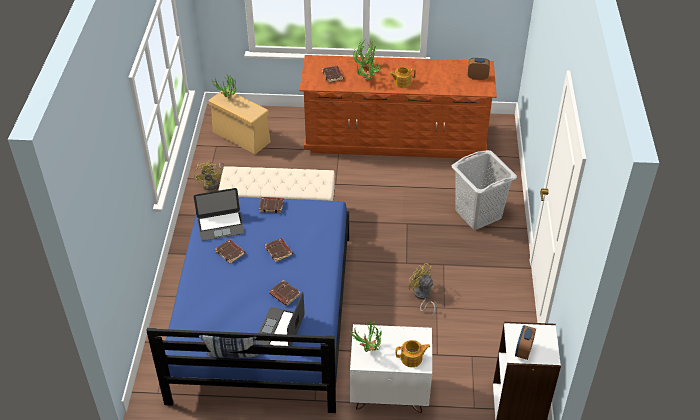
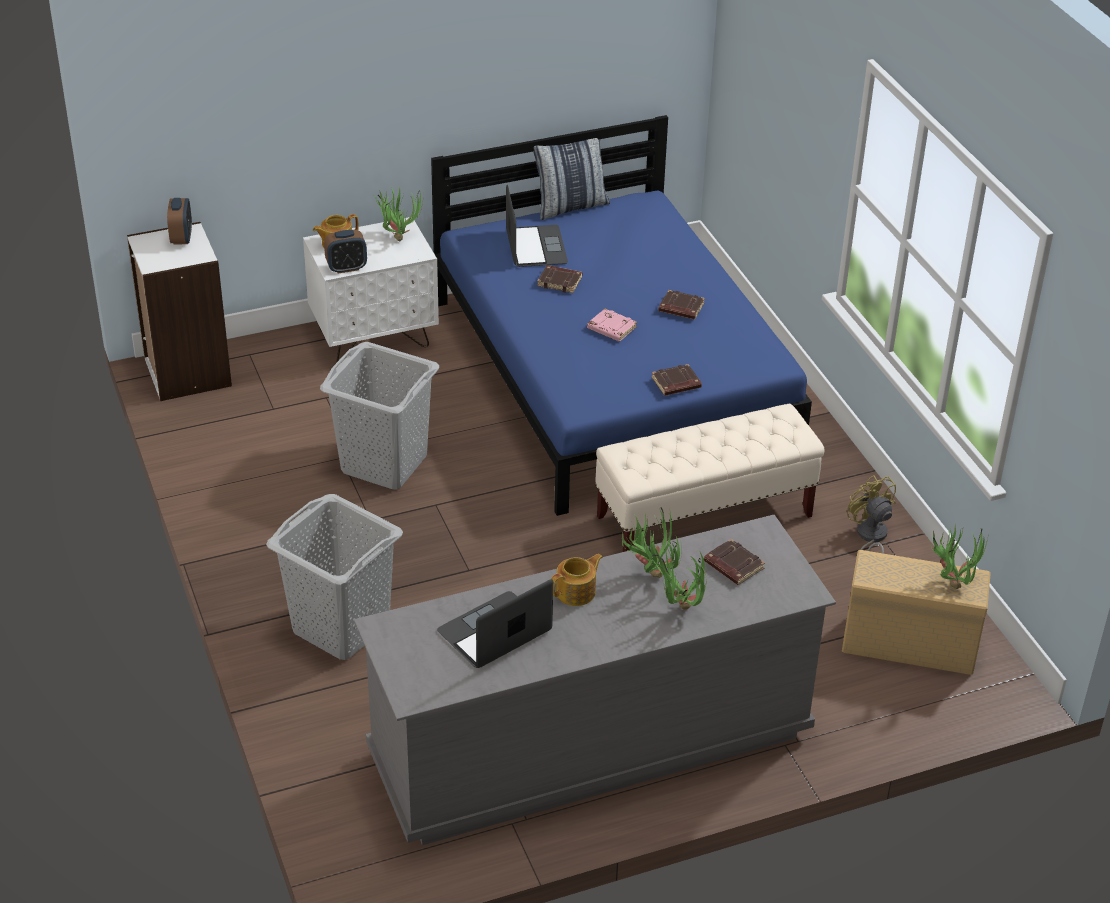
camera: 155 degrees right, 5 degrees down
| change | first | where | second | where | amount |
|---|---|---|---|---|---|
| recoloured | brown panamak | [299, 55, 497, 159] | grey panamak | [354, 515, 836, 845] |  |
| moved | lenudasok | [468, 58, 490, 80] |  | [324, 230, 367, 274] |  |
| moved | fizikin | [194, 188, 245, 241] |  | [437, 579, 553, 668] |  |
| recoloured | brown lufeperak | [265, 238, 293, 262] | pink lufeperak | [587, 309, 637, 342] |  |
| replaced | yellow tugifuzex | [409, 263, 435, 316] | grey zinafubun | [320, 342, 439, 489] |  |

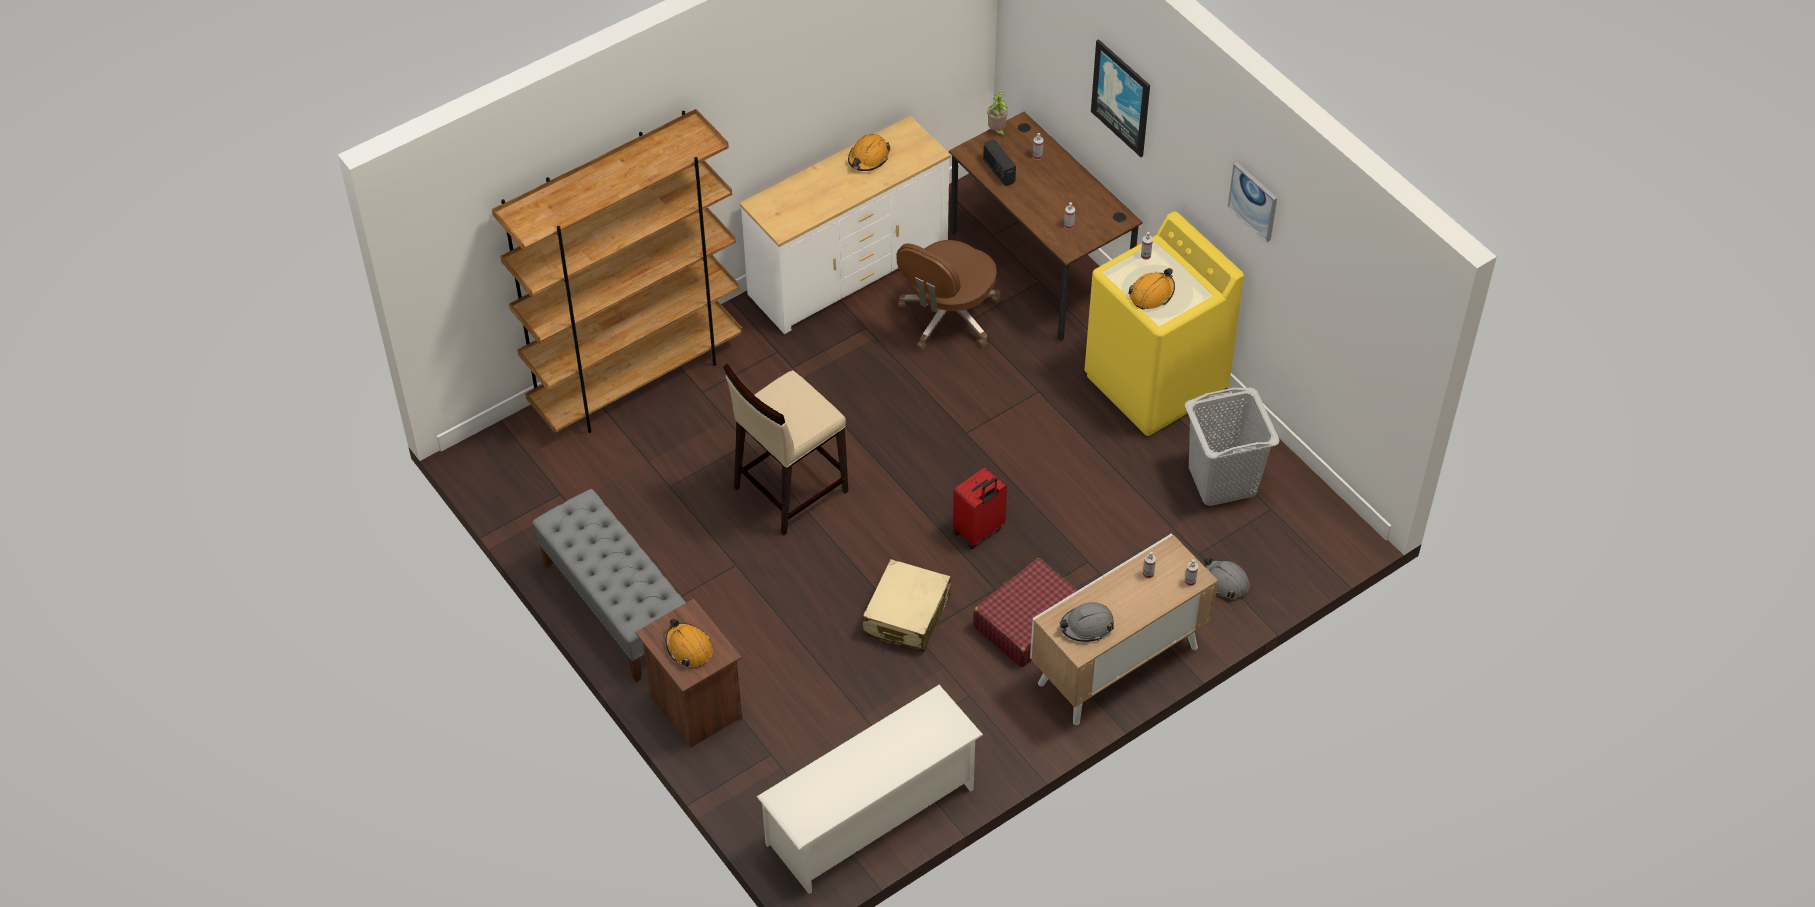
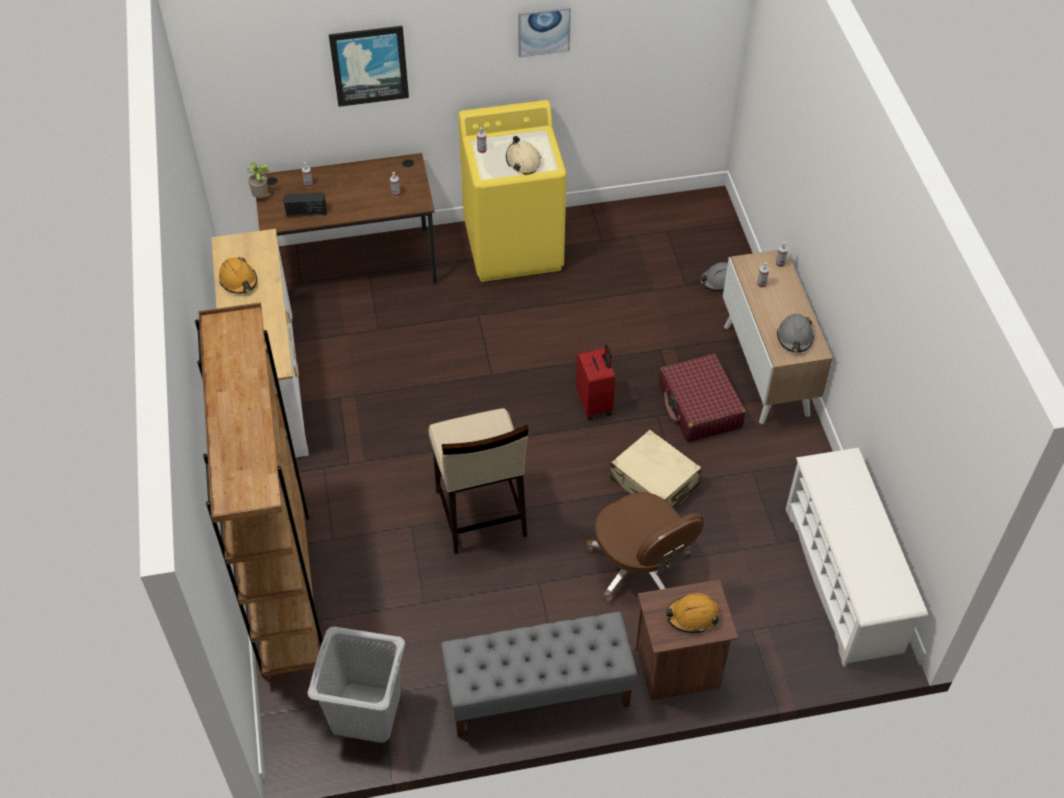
camera: 65 degrees left, 0 degrees up
| change | first | where | second | where | amount |
|---|---|---|---|---|---|
| moved | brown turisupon | [897, 240, 1001, 350] |  | [586, 492, 704, 604] |  |
| recoloured | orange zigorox | [1128, 268, 1175, 309] | beige zigorox | [506, 136, 541, 175] |  |
| moved | grey zinafubun | [1185, 388, 1279, 506] |  | [307, 626, 405, 743] |  |

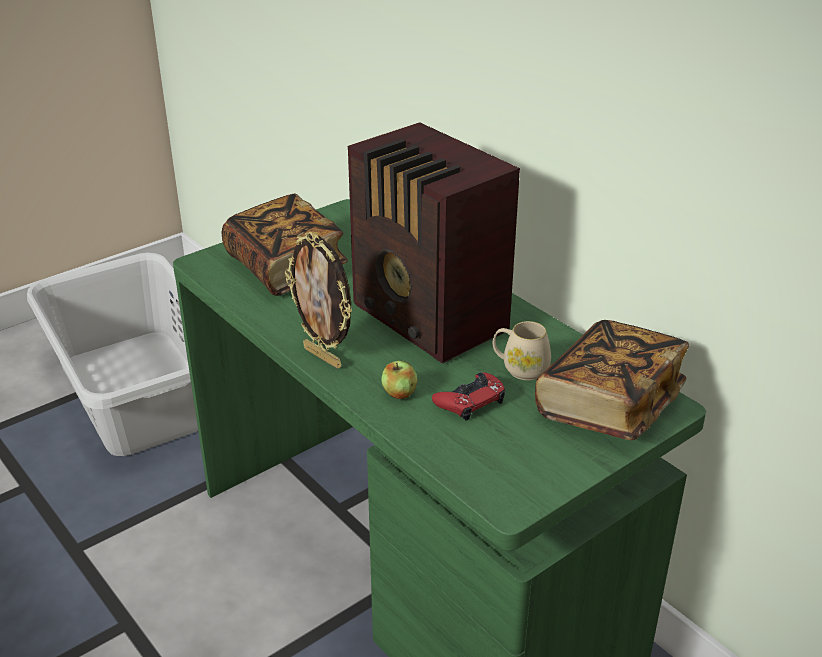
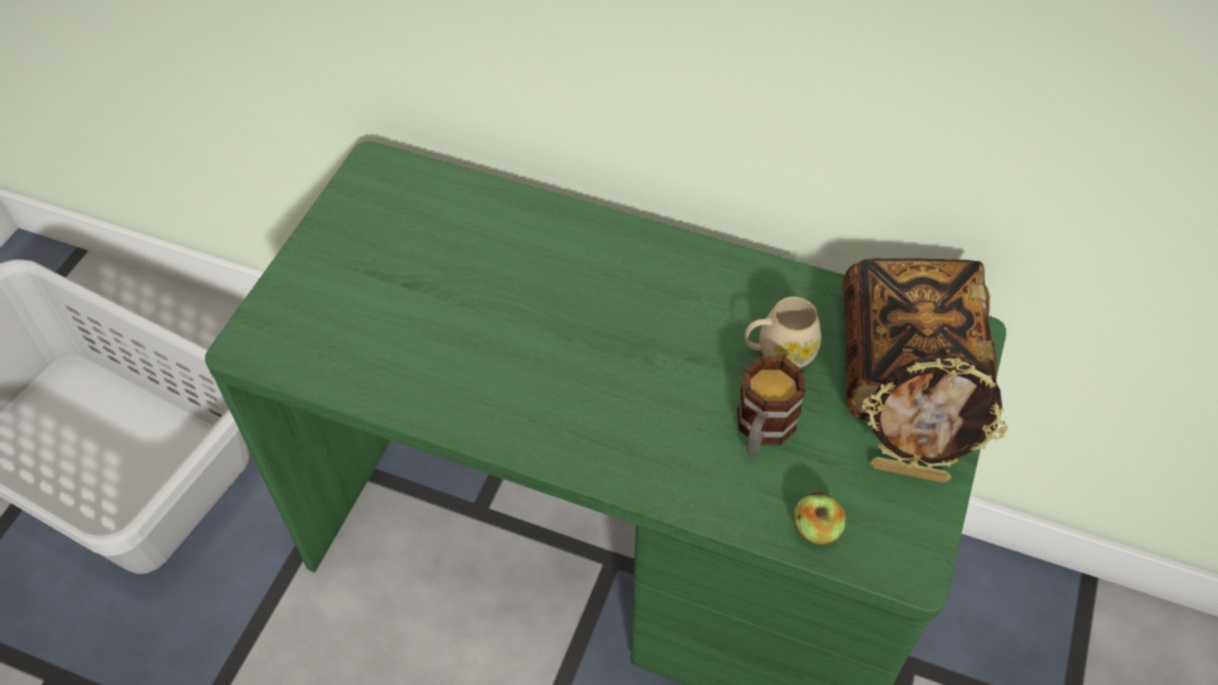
camera: 30 degrees left, 20 degrees up
| change | first | where | second | where | amount |
|---|---|---|---|---|---|
| removed | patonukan | [348, 122, 520, 364] |  |  |  |
| removed | lufeperak | [222, 193, 348, 296] |  |  |  |
| moved | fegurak | [285, 232, 352, 369] |  | [862, 355, 1008, 483] |  |
| moved | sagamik | [381, 361, 417, 399] |  | [794, 492, 846, 545] |  |
| replaced | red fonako | [432, 372, 505, 421] | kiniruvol | [737, 356, 806, 456] |  |

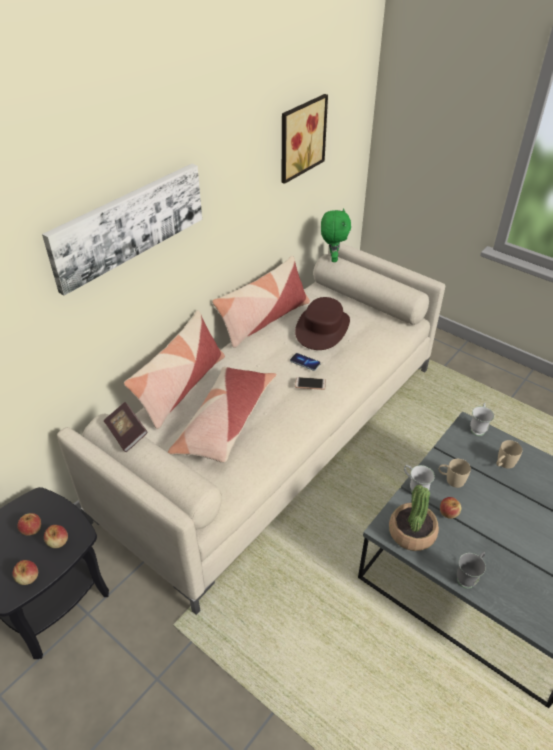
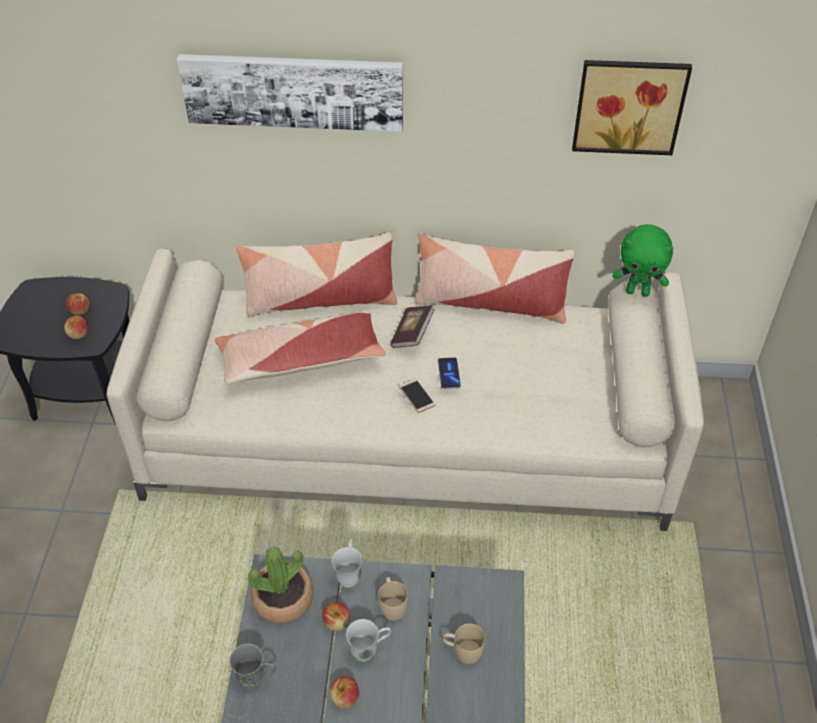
camera: 55 degrees right, 5 degrees up
| change | first | where | second | where | amount |
|---|---|---|---|---|---|
| turned | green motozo | [321, 208, 351, 262] |  | [613, 224, 673, 297] | 45 degrees clockwise |
| removed | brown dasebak | [295, 297, 350, 350] |  |  |  |
| moved | lufeperak | [104, 402, 148, 452] |  | [390, 305, 435, 348] |  |
| moved | white kiniruvol | [470, 403, 494, 436] |  | [346, 619, 391, 662] |  |
| moved | sagamik | [12, 560, 38, 585] |  | [330, 676, 359, 709] |  |

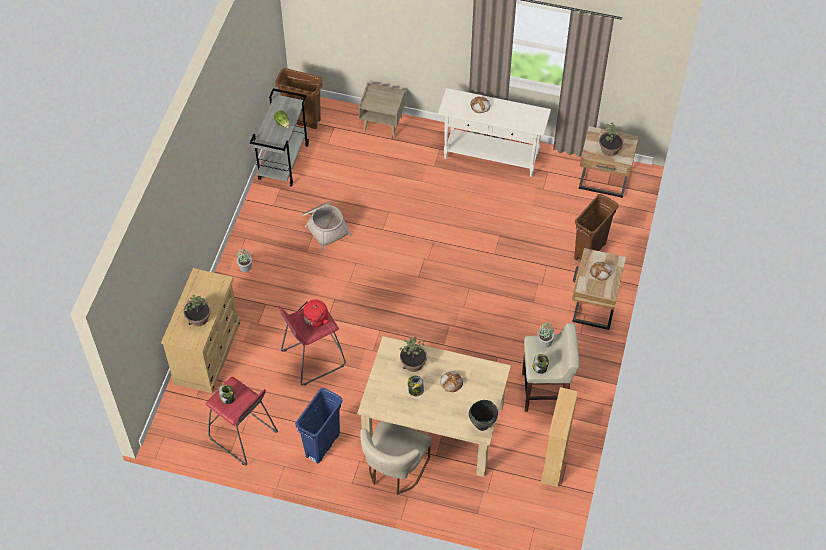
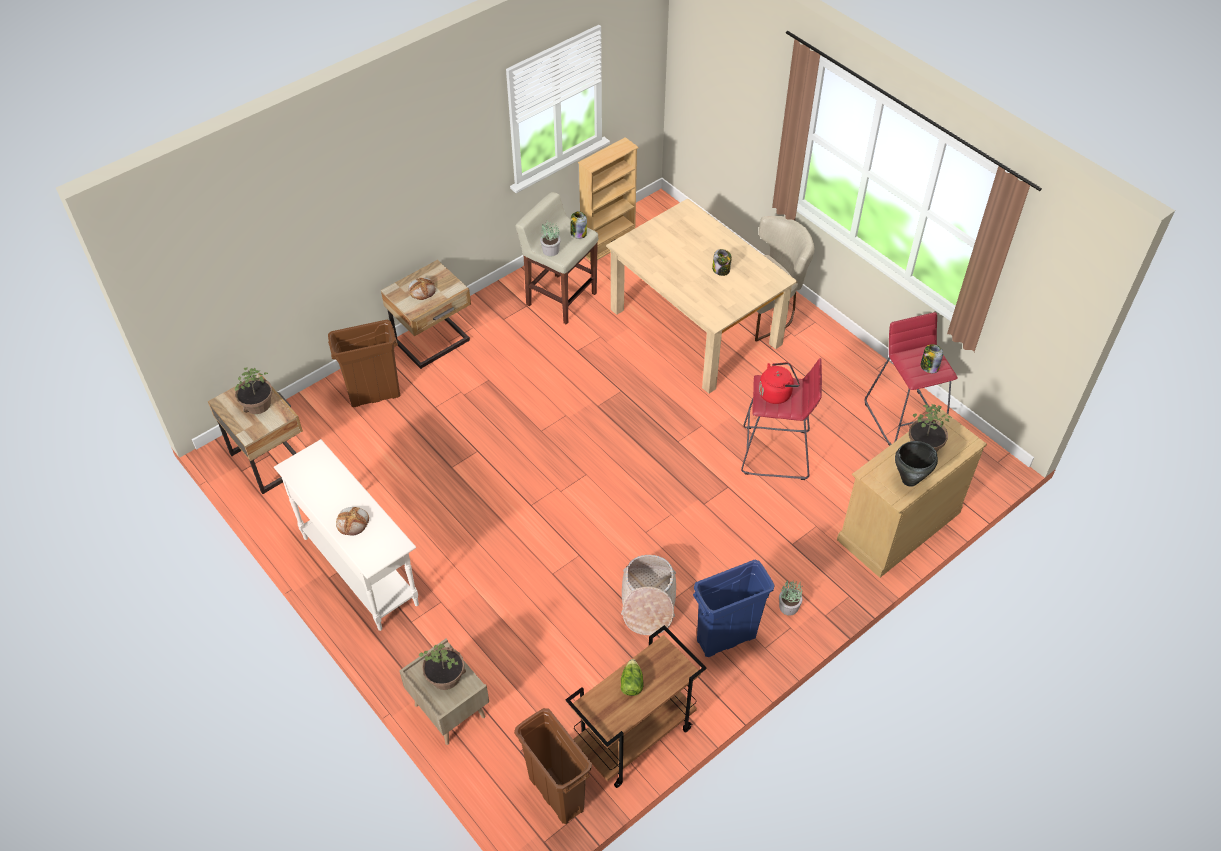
camera: 145 degrees left, 5 degrees down
| change | first | where | second | where | amount |
|---|---|---|---|---|---|
| recoloured | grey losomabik | [250, 88, 309, 187] | brown losomabik | [566, 625, 706, 788] |  |
| moved | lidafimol | [399, 337, 427, 372] |  | [419, 644, 466, 690] |  |
| removed | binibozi | [440, 371, 463, 392] |  |  |  |
| moved | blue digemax | [295, 388, 343, 463] |  | [693, 559, 775, 657] |  |
| moved | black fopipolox | [469, 400, 498, 431] |  | [895, 441, 938, 487] |  |

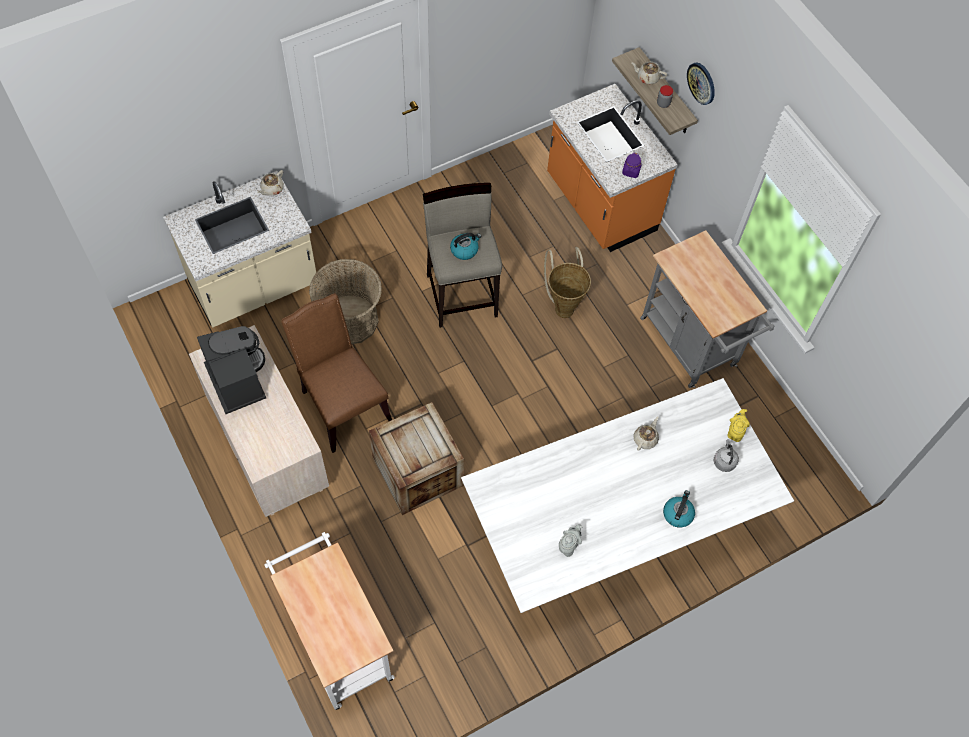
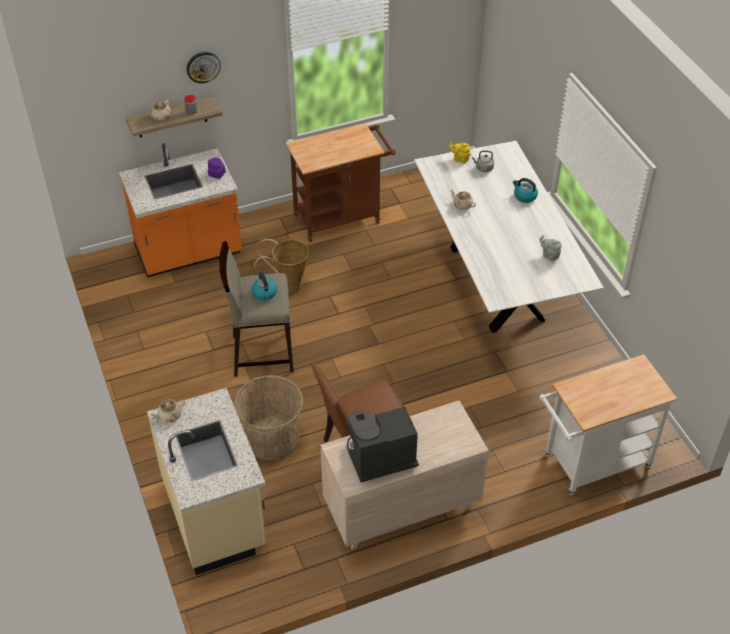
camera: 80 degrees left, 15 degrees down
| change | first | where | second | where | amount |
|---|---|---|---|---|---|
| turned | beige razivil | [258, 170, 284, 196] |  | [150, 400, 185, 422] | 105 degrees clockwise |
| recoloured | grey losomabik | [640, 230, 774, 388] | brown losomabik | [286, 123, 395, 242] |  |
| removed | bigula | [369, 402, 464, 515] |  |  |  |

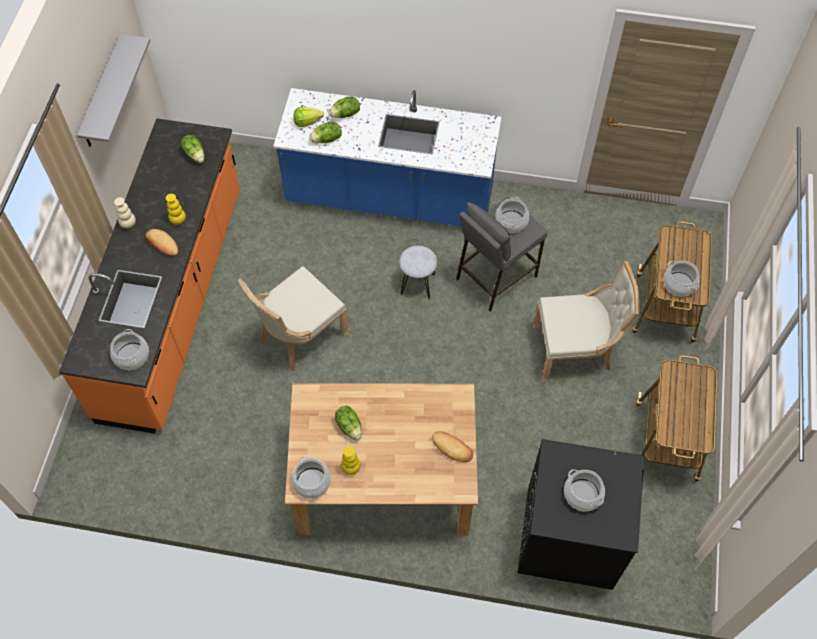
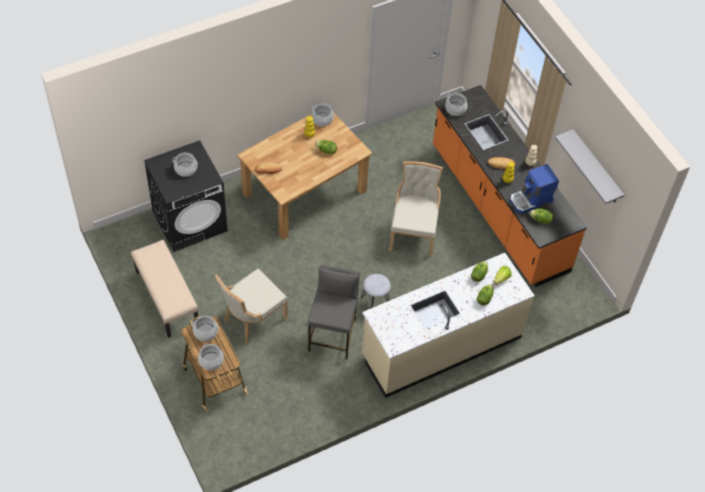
camera: 140 degrees right, 5 degrees down
| change | first | where | second | where | amount |
|---|---|---|---|---|---|
| recoloured | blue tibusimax | [273, 88, 502, 226] | beige tibusimax | [362, 253, 535, 398] |  |
| moved | fopipolox | [495, 197, 529, 233] |  | [198, 343, 224, 370] |  |
| replaced | losomabik | [636, 355, 717, 481] | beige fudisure | [131, 240, 199, 338] |  |
| added |  |  | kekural | [510, 164, 559, 214] |  |

